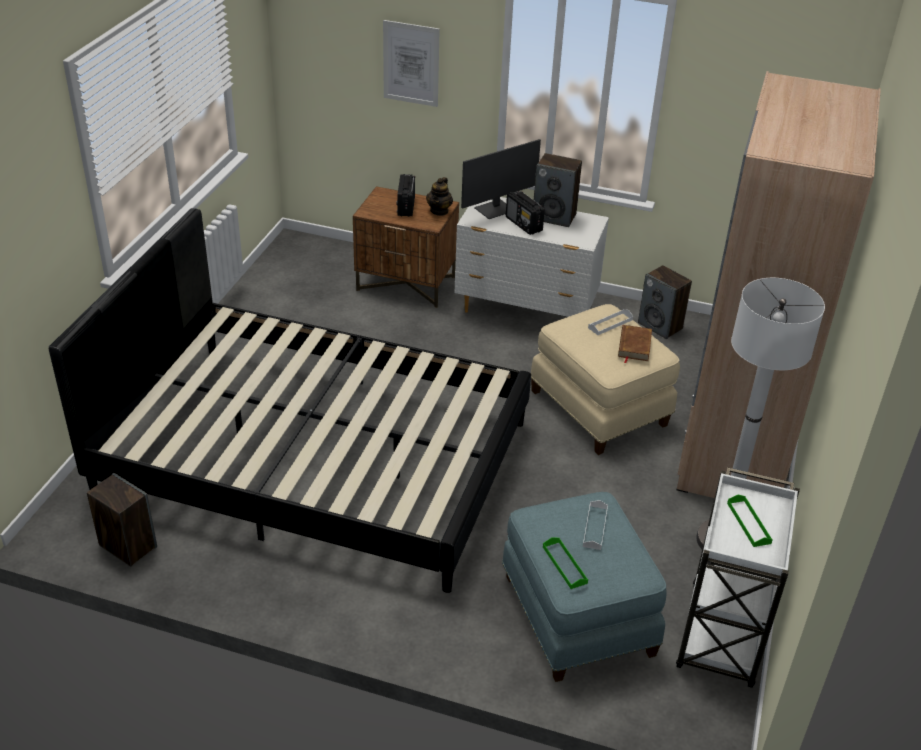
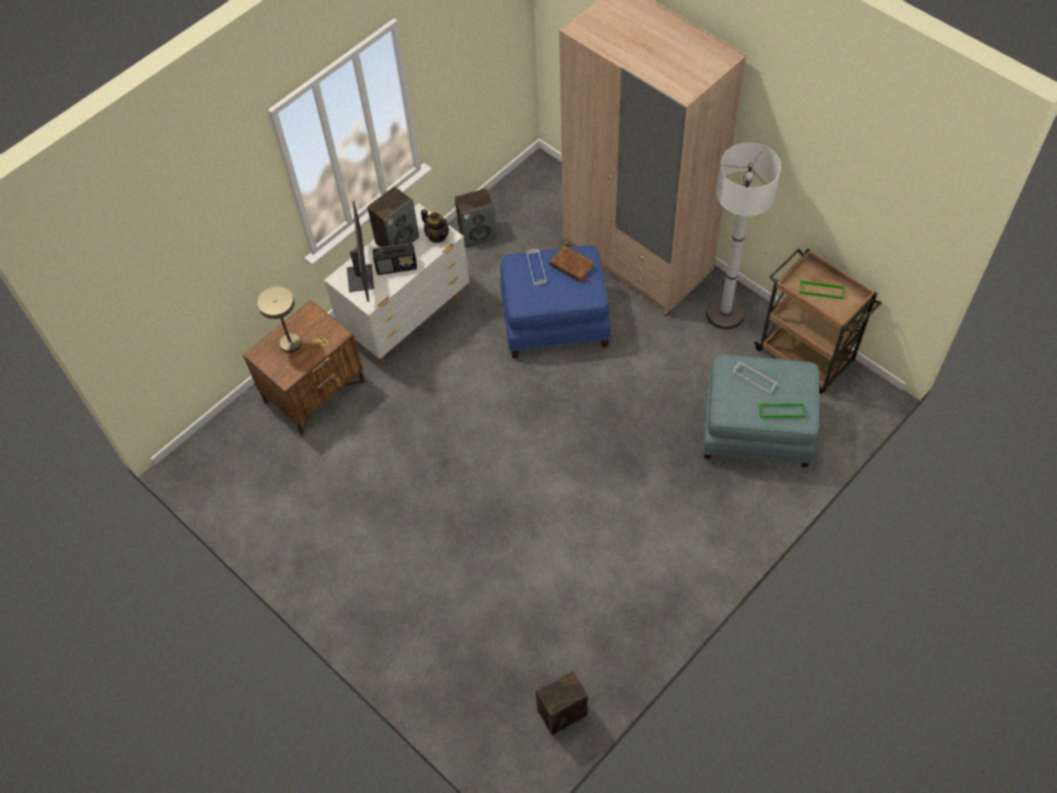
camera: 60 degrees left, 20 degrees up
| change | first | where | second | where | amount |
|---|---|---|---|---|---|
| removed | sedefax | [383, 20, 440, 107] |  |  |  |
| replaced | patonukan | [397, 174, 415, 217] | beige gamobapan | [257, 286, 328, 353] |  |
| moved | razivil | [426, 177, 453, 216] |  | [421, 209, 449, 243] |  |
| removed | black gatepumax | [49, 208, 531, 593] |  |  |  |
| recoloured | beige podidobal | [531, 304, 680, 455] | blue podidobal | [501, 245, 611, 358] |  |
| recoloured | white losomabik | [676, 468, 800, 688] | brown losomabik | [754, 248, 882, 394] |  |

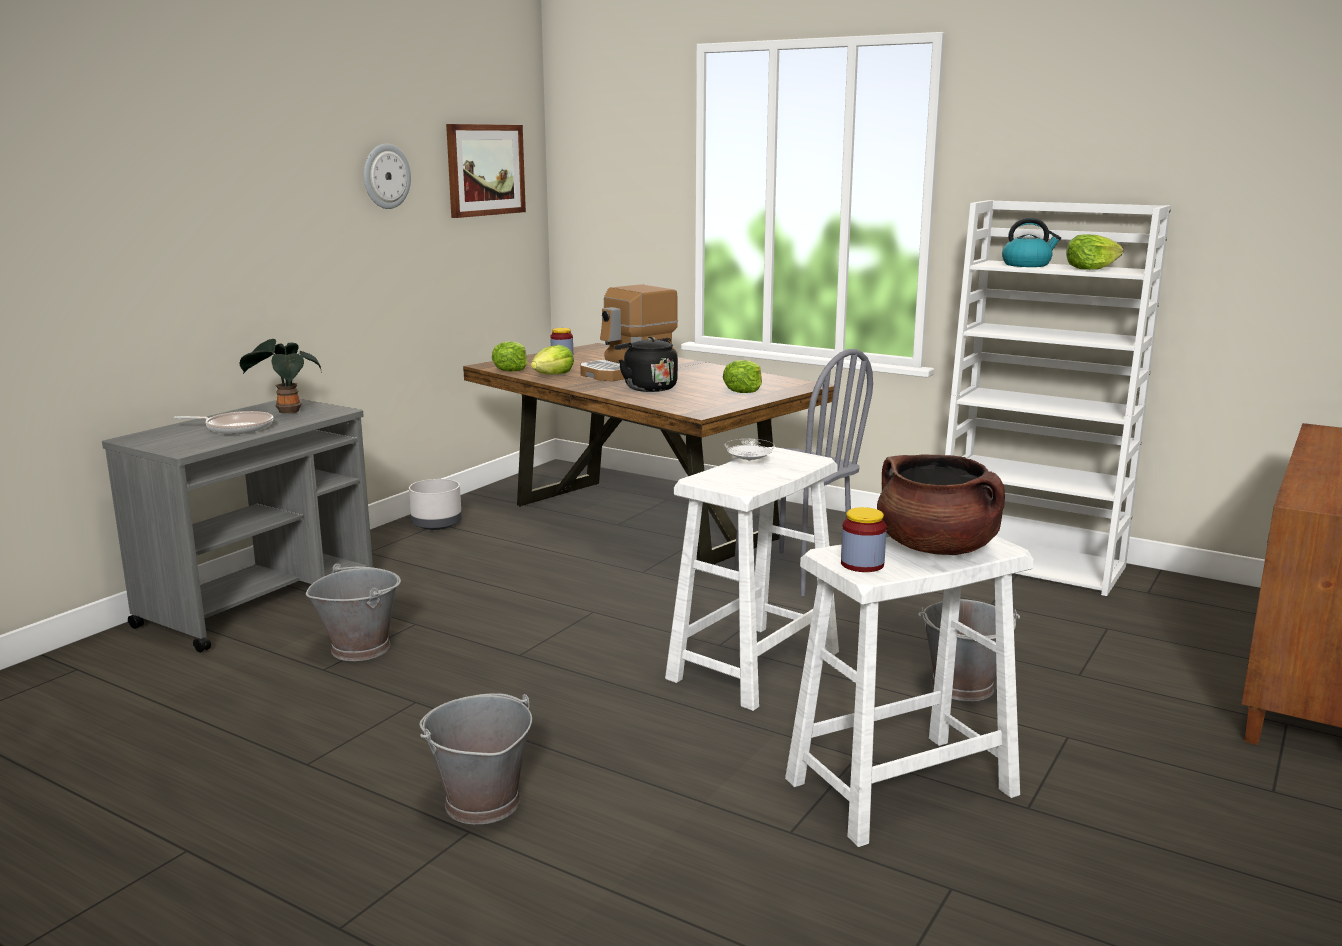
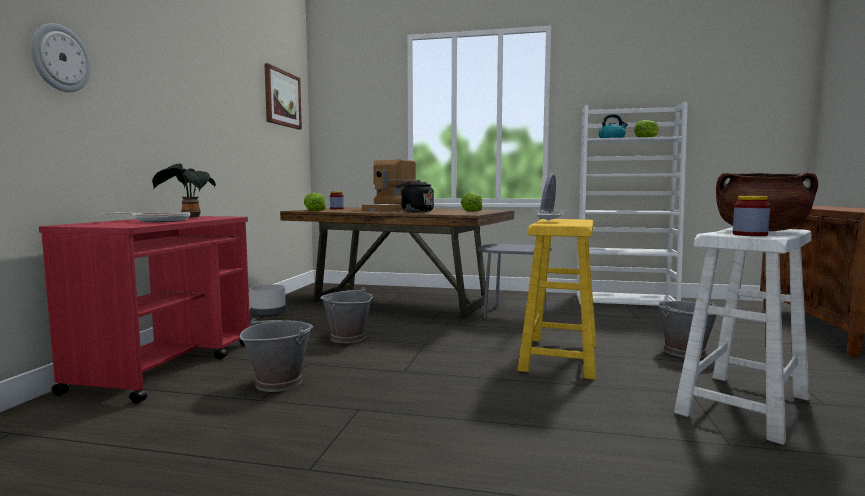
camera: 20 degrees left, 10 degrees down
| change | first | where | second | where | amount |
|---|---|---|---|---|---|
| moved | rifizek | [364, 144, 411, 209] |  | [30, 23, 91, 92] |  |
| removed | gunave | [531, 345, 574, 375] |  |  |  |
| recoloured | grey losomabik | [102, 399, 373, 653] | red losomabik | [39, 216, 250, 404] |  |
| recoloured | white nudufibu | [665, 447, 839, 711] | yellow nudufibu | [518, 219, 596, 380] |  |
| moved | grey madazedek | [419, 693, 532, 824] |  | [320, 287, 372, 343] |  |

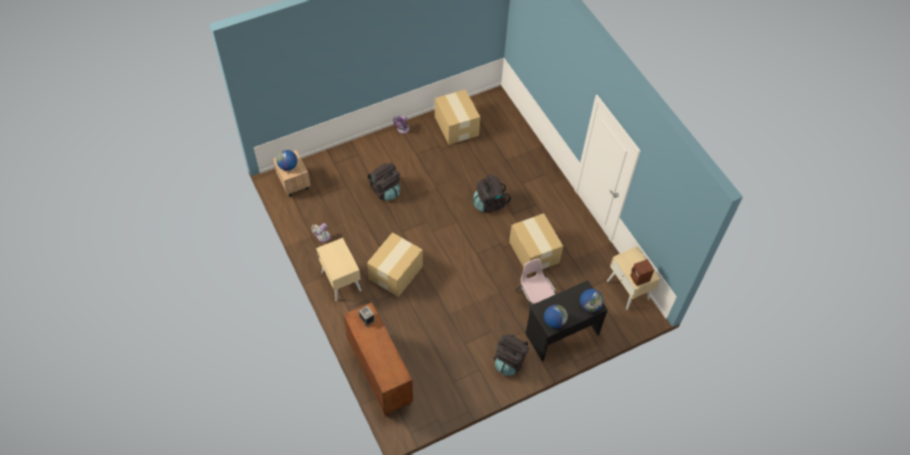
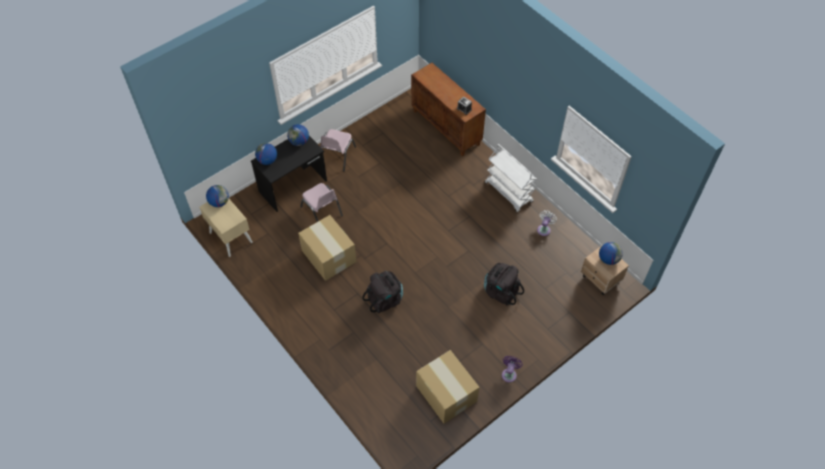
camera: 170 degrees right, 0 degrees up
| change | first | where | second | where | amount |
|---|---|---|---|---|---|
| removed | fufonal | [367, 232, 423, 297] |  |  |  |
| replaced | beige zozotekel | [316, 238, 362, 302] | white losomabik | [485, 144, 537, 212] |  |
| replaced | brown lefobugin | [630, 259, 654, 286] | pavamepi | [206, 185, 229, 207] |  |
| replaced | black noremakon | [493, 335, 529, 376] | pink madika | [320, 129, 356, 171] |  |

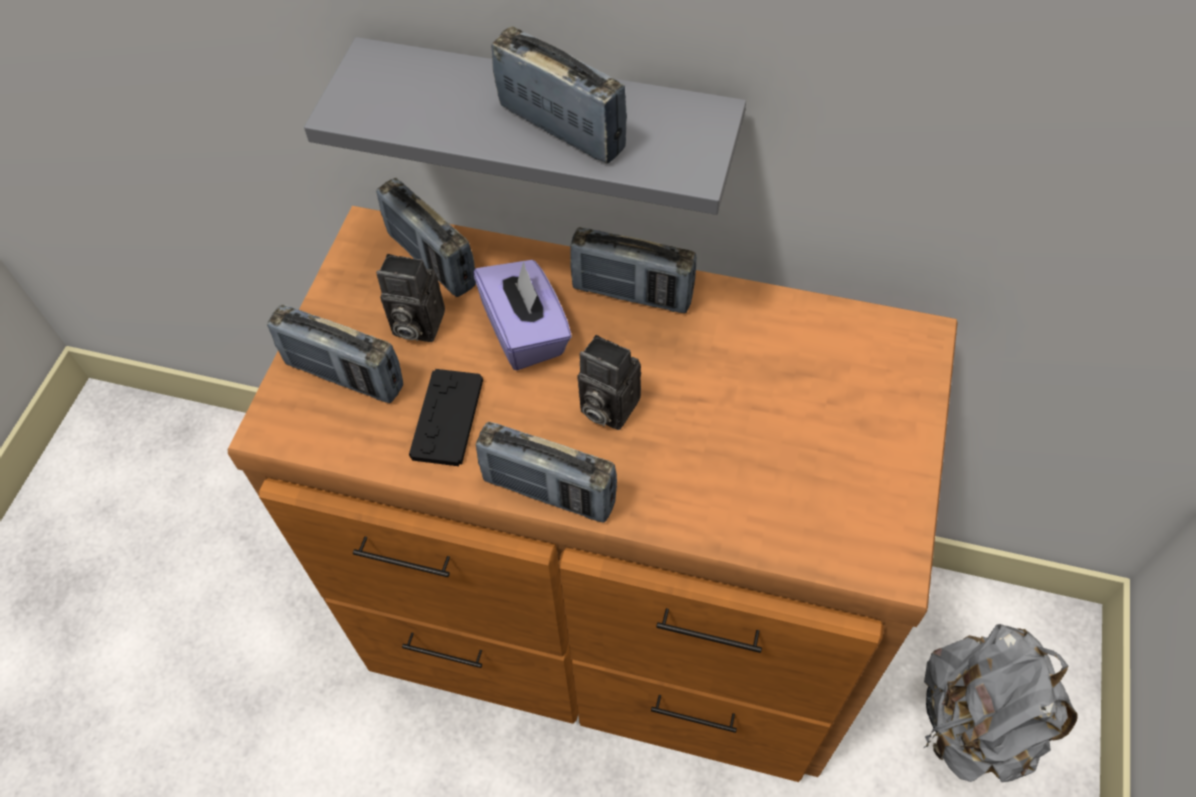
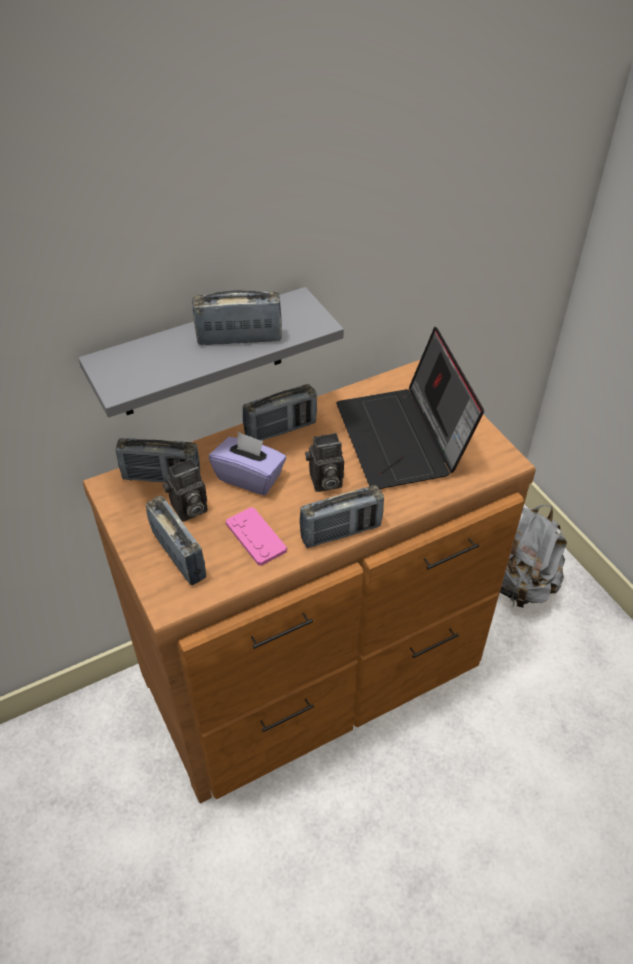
camera: 45 degrees left, 10 degrees down
| change | first | where | second | where | amount |
|---|---|---|---|---|---|
| turned | patonukan | [267, 304, 403, 403] |  | [146, 495, 206, 586] | 105 degrees counterclockwise |
| recoloured | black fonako | [409, 369, 483, 466] | pink fonako | [225, 507, 287, 566] |  |
| added |  |  | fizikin | [336, 327, 484, 489] |  |

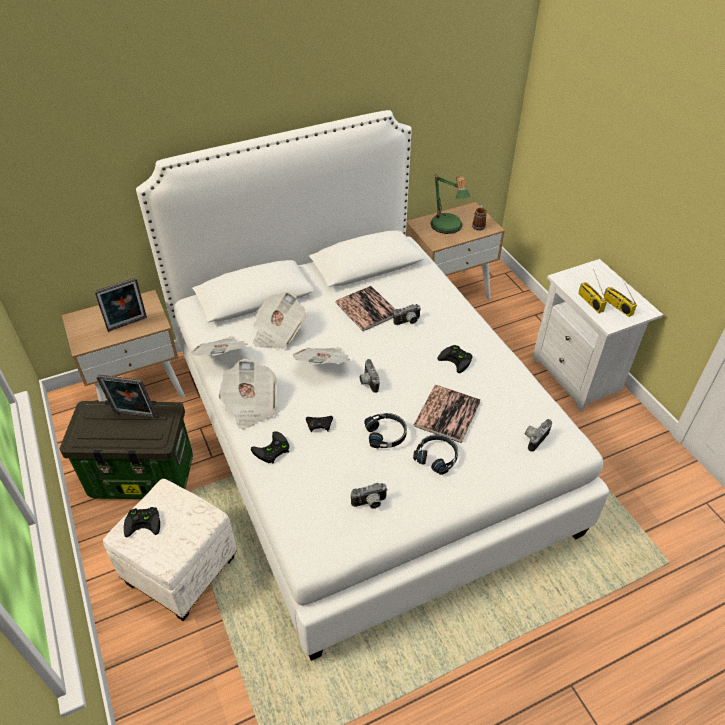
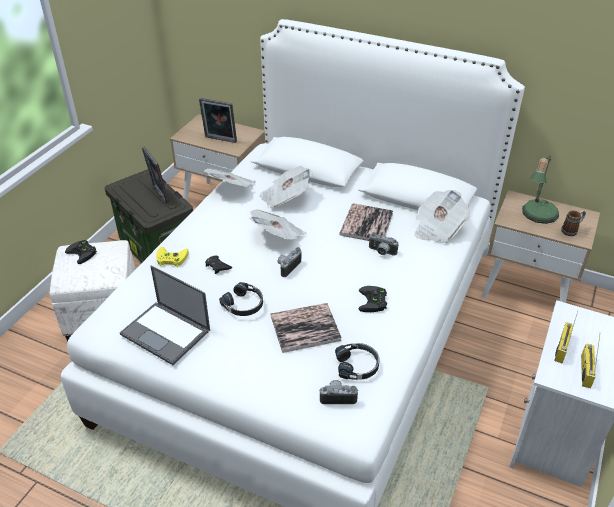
camera: 50 degrees right, 5 degrees down
| change | first | where | second | where | amount |
|---|---|---|---|---|---|
| moved | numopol | [219, 359, 277, 429] |  | [415, 190, 470, 243] |  |
| recoloured | black fonako | [251, 431, 289, 463] | yellow fonako | [156, 247, 189, 267] |  |
| moved | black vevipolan | [413, 434, 458, 475] |  | [335, 343, 380, 380] |  |
| replaced | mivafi | [351, 483, 388, 509] | fizikin | [120, 265, 210, 365] |  |

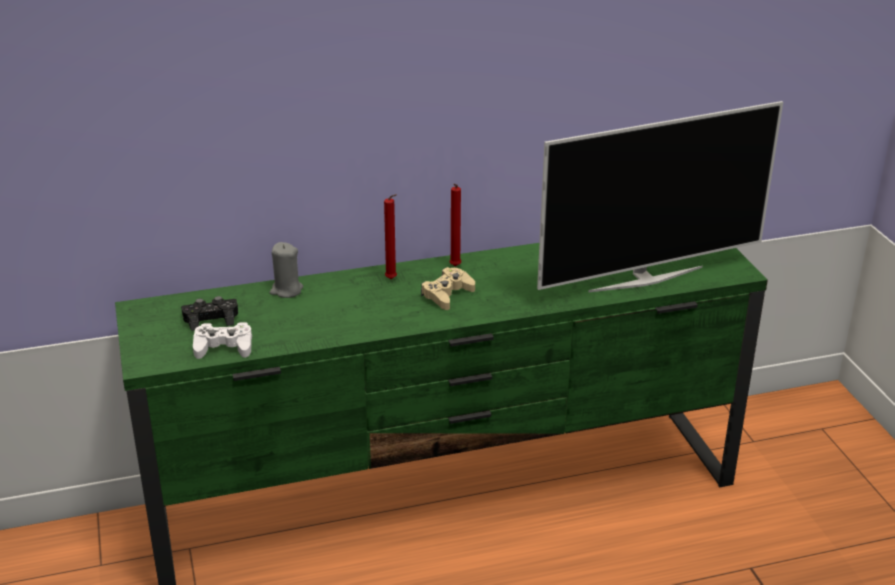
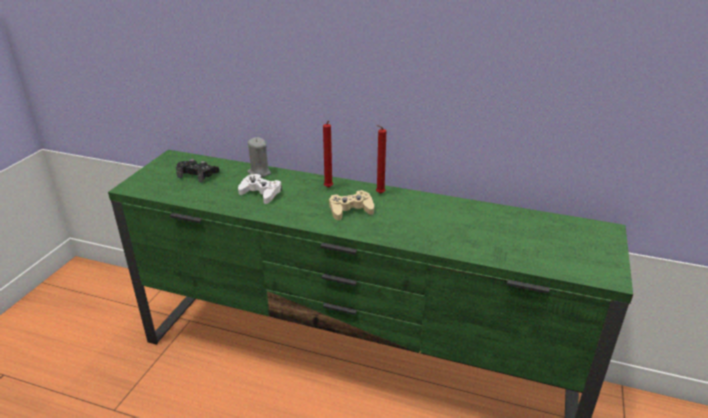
camera: 35 degrees right, 0 degrees up
| change | first | where | second | where | amount |
|---|---|---|---|---|---|
| removed | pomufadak | [537, 101, 783, 292] |  |  |  |
| moved | white fonako | [193, 322, 252, 359] |  | [238, 174, 282, 204] |  |

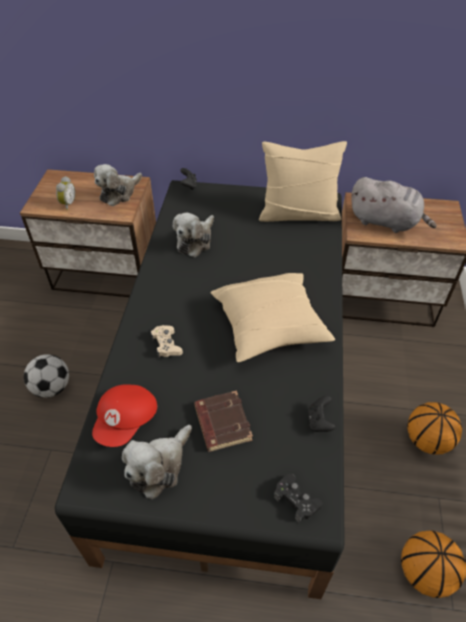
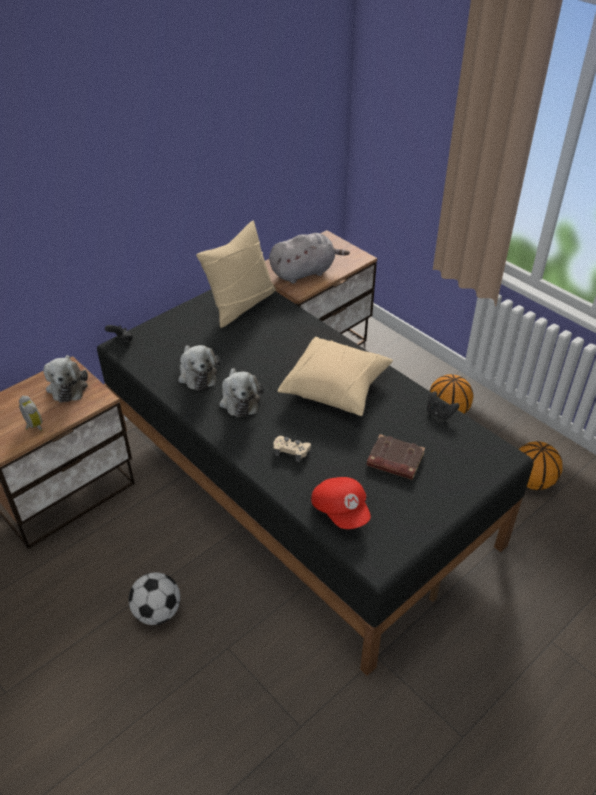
camera: 50 degrees left, 5 degrees down
| change | first | where | second | where | amount |
|---|---|---|---|---|---|
| moved | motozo | [122, 425, 192, 500] |  | [219, 368, 264, 417] |  |
| removed | black fonako | [274, 474, 322, 522] |  |  |  |

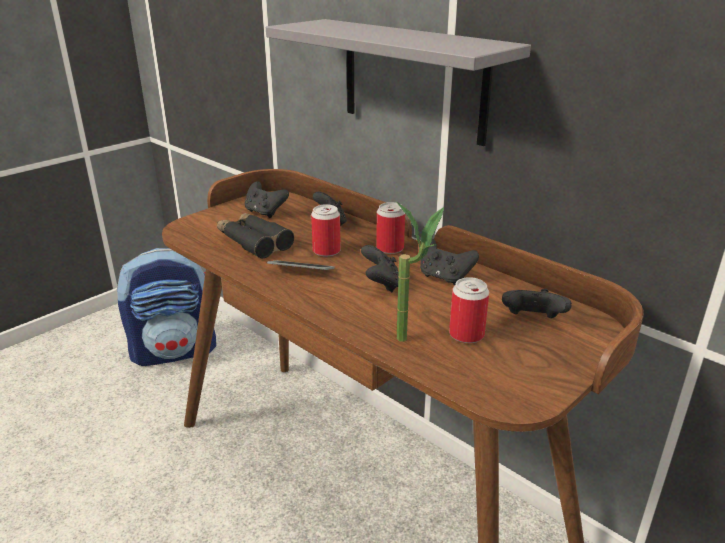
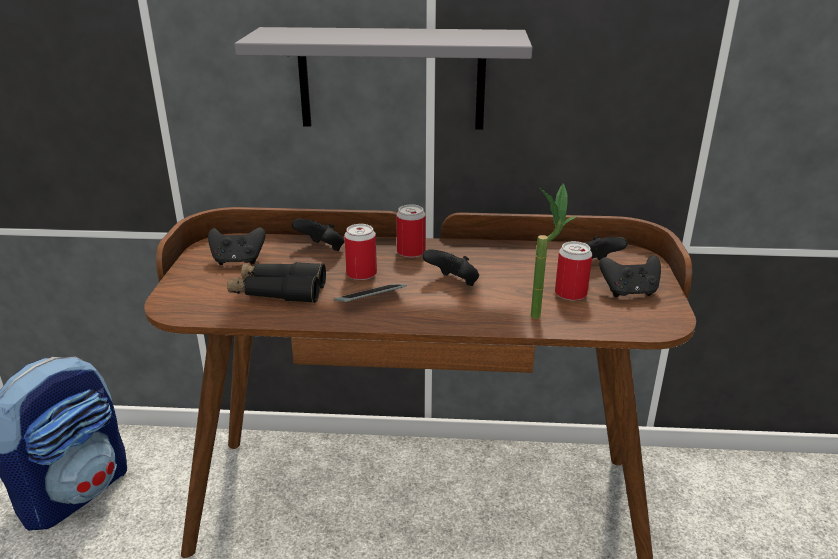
camera: 40 degrees left, 0 degrees up
| change | first | where | second | where | amount |
|---|---|---|---|---|---|
| moved | black fonako | [420, 239, 479, 286] |  | [599, 255, 661, 298] |  |

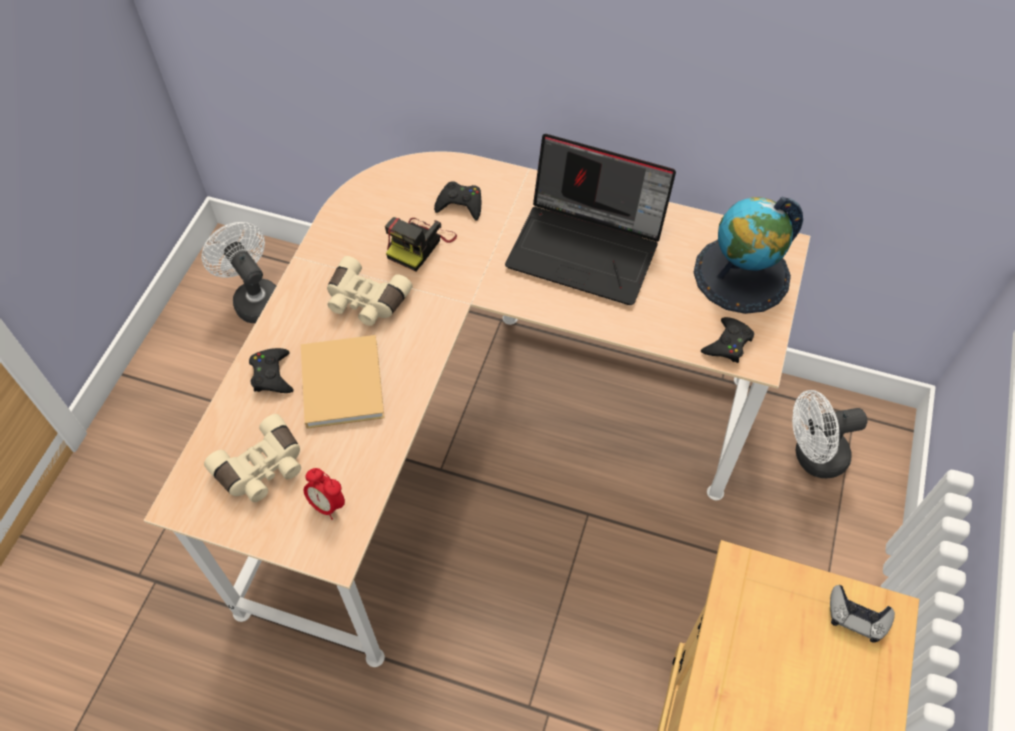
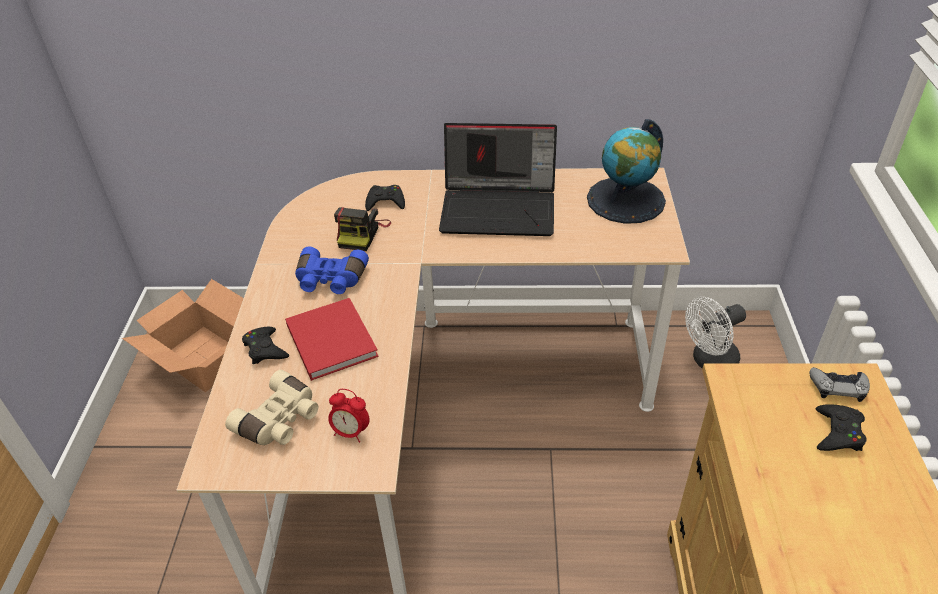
camera: 15 degrees left, 15 degrees down
| change | first | where | second | where | amount |
|---|---|---|---|---|---|
| replaced | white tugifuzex | [202, 222, 276, 323] | fufonal | [122, 279, 244, 392] |  |
| recoloured | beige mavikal | [327, 256, 413, 326] | blue mavikal | [295, 247, 369, 294] |  |
| moved | black fonako | [701, 317, 754, 363] |  | [816, 404, 867, 451] |  |
| recoloured | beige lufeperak | [301, 335, 385, 429] | red lufeperak | [285, 298, 379, 381] |  |

